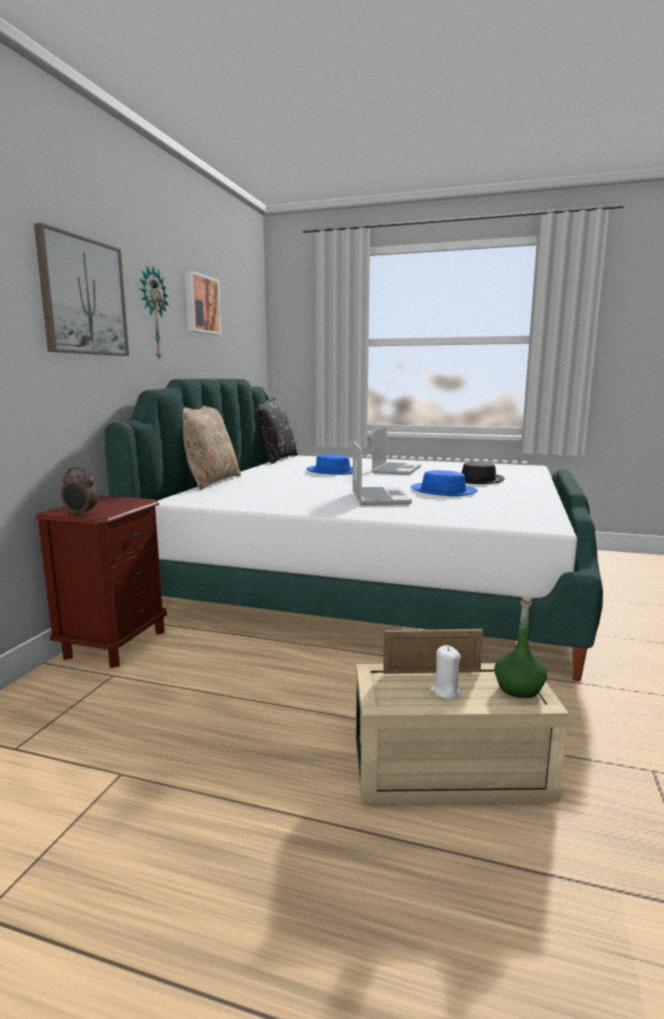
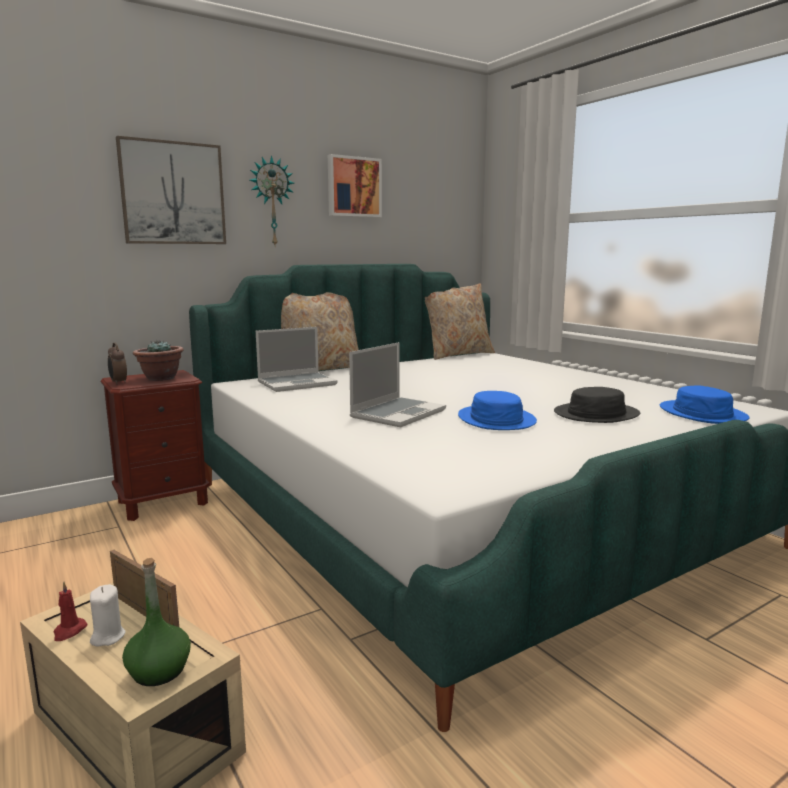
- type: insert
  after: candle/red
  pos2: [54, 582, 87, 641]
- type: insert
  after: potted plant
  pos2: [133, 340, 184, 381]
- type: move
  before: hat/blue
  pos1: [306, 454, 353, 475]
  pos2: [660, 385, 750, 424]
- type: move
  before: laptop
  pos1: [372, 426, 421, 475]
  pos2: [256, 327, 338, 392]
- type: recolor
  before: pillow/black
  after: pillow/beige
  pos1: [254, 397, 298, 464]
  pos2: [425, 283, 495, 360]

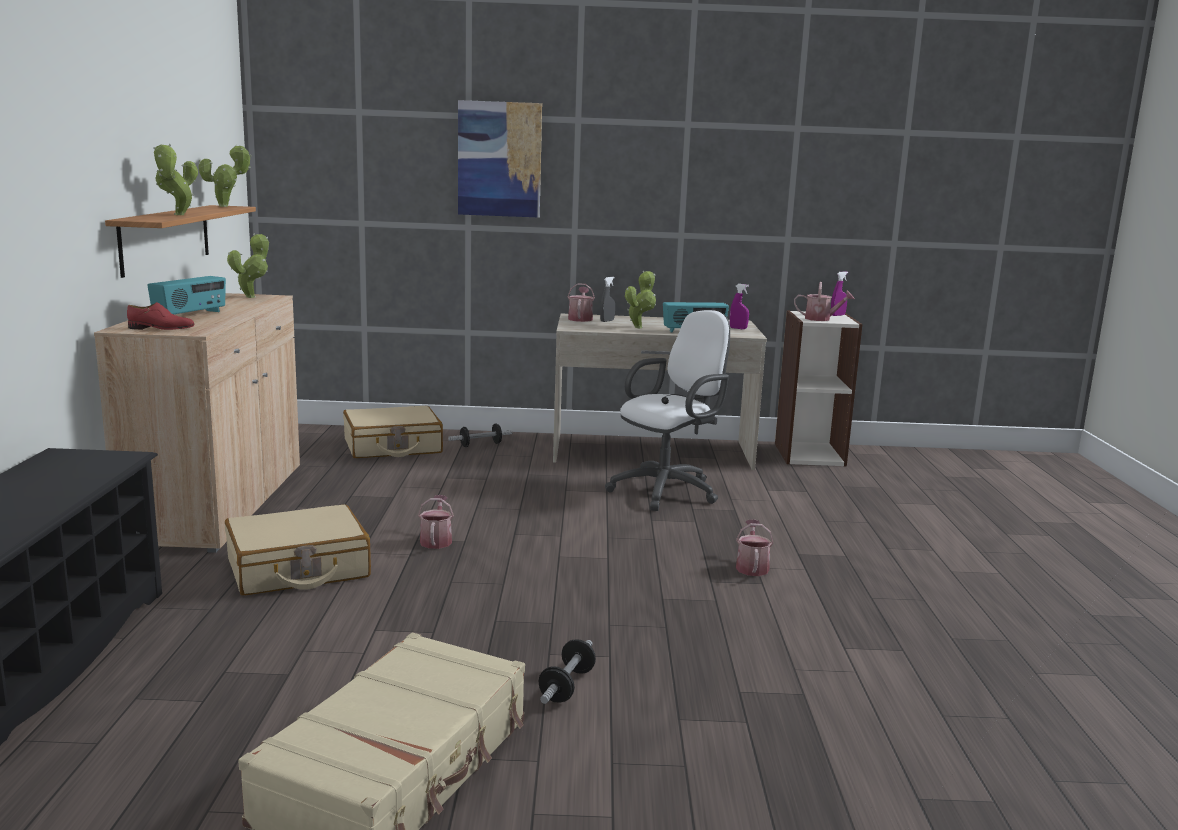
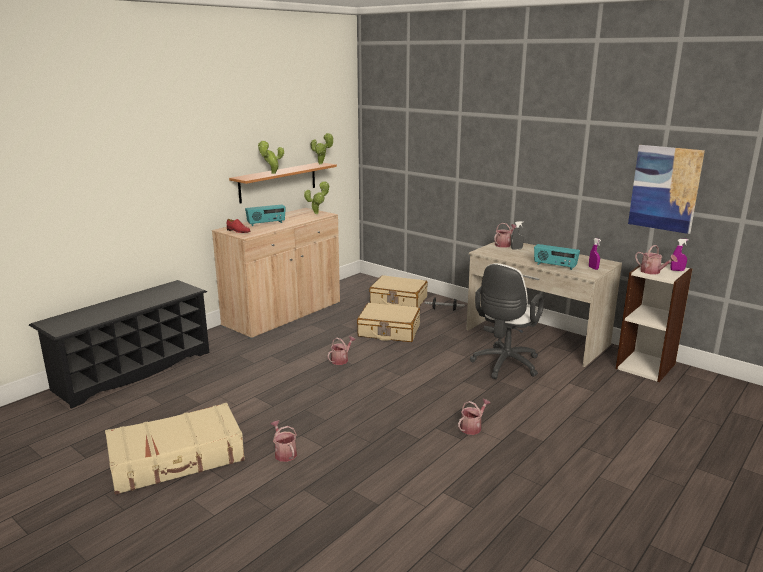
- type: delete
  before: potted plant
  pos1: [625, 270, 656, 328]
- type: move
  before: suitcase/beige
  pos1: [225, 504, 371, 596]
  pos2: [357, 303, 420, 342]
- type: move
  before: picture
  pos1: [458, 100, 542, 218]
  pos2: [628, 145, 705, 234]
- type: replace
  before: dumbbell
  after: watering can
  pos1: [539, 639, 596, 704]
  pos2: [270, 420, 297, 462]
- type: rotate
  before: office chair/white
  pos1: [605, 310, 730, 511]
  pos2: [470, 263, 544, 379]
  turn: 120

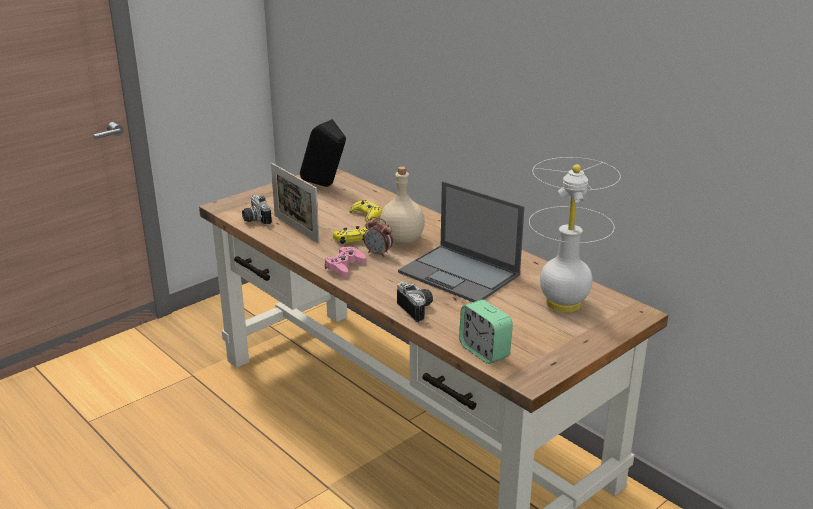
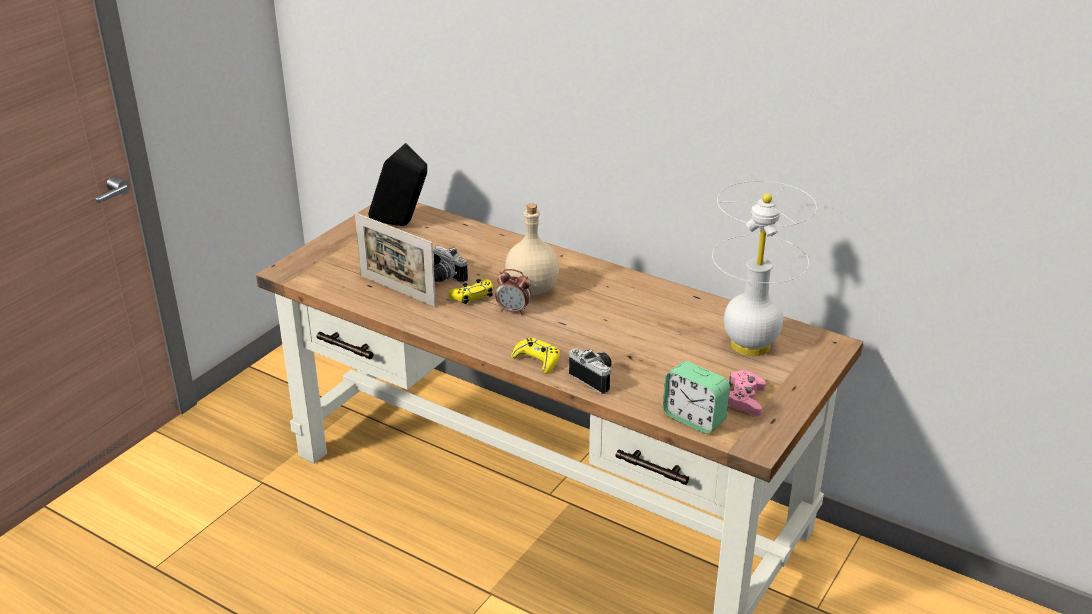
- type: delete
  before: laptop
  pos1: [398, 181, 525, 302]
- type: move
  before: photo camera
  pos1: [242, 195, 272, 225]
  pos2: [433, 246, 468, 283]
- type: move
  before: game controller/pink
  pos1: [325, 247, 366, 278]
  pos2: [728, 370, 766, 416]
- type: move
  before: game controller/yellow
  pos1: [350, 200, 382, 222]
  pos2: [511, 338, 560, 374]

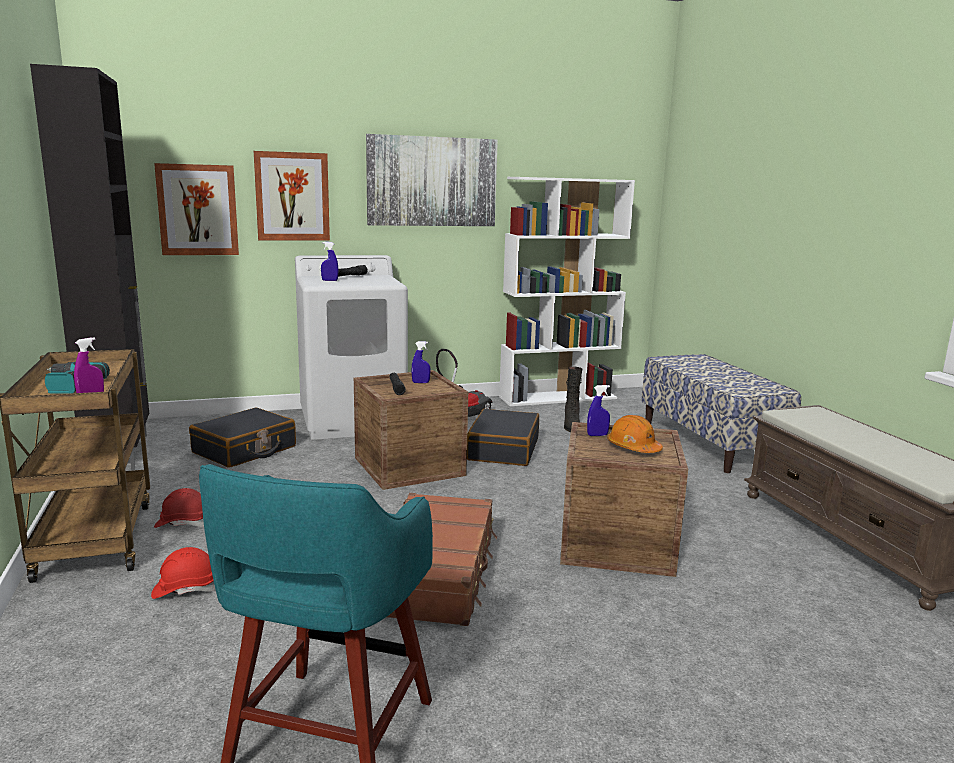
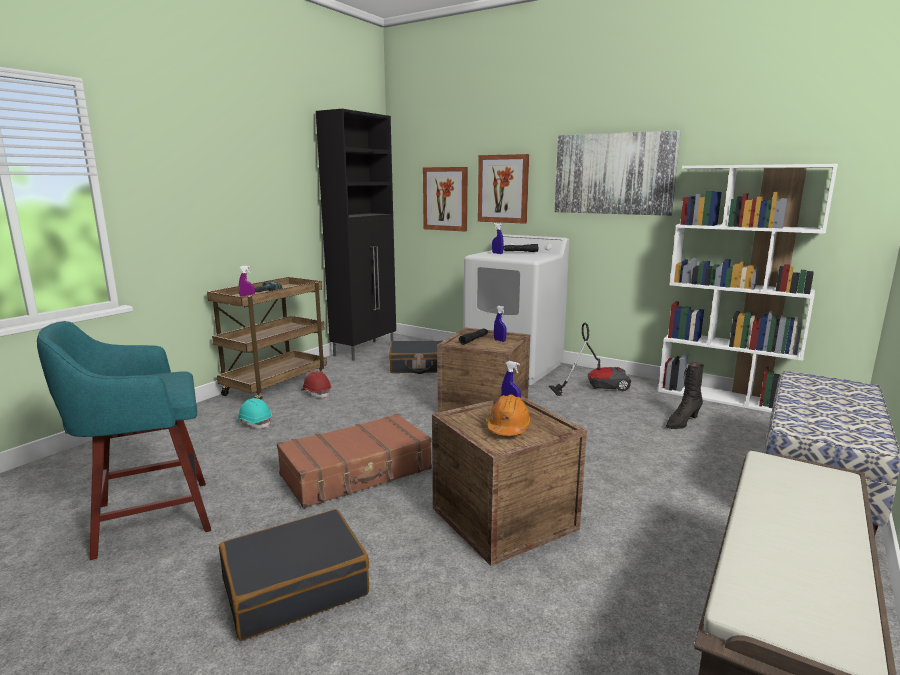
- type: move
  before: suitcase/black
  pos1: [467, 409, 539, 466]
  pos2: [219, 509, 369, 641]
- type: recolor
  before: hard hat/red
  after: hard hat/turquoise
  pos1: [151, 547, 215, 599]
  pos2: [237, 398, 272, 429]

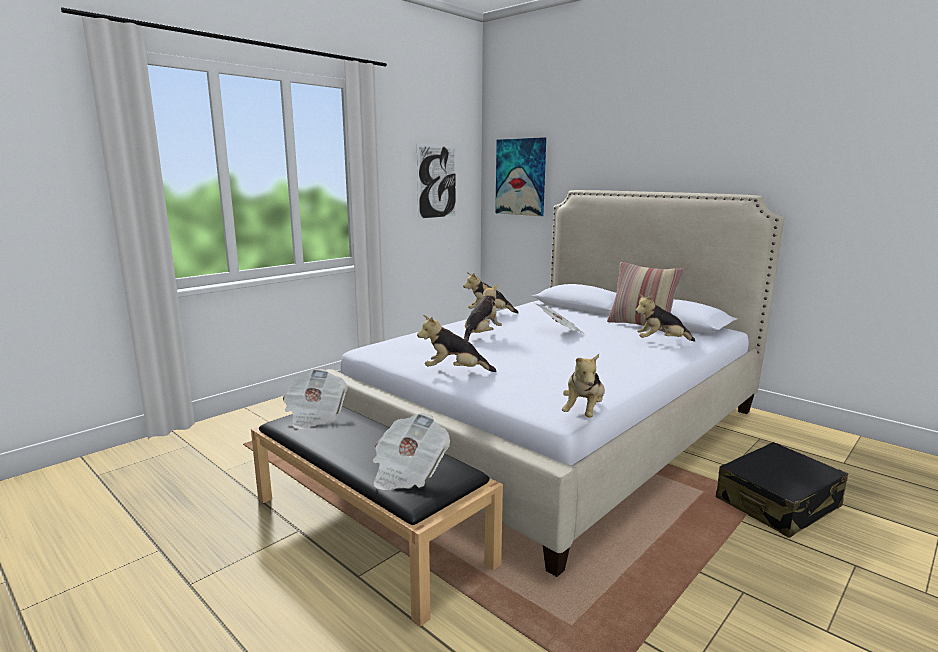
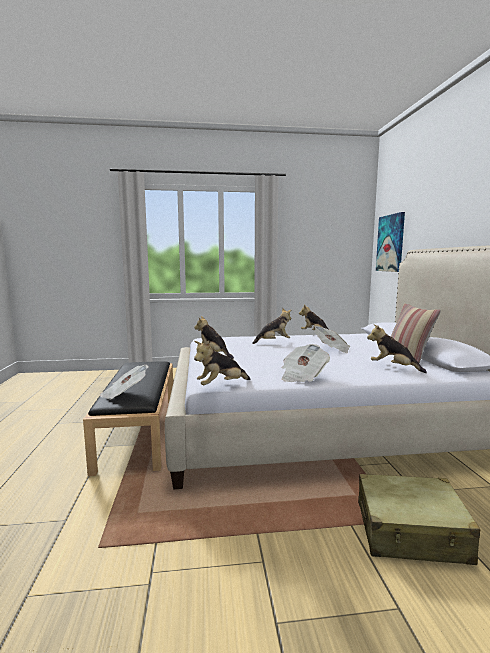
- type: delete
  before: picture
  pos1: [417, 144, 457, 220]
- type: move
  before: newspaper
  pos1: [283, 369, 348, 429]
  pos2: [281, 344, 330, 382]
- type: recolor
  before: suitcase/black
  after: suitcase/beige
  pos1: [716, 442, 848, 538]
  pos2: [358, 474, 480, 565]

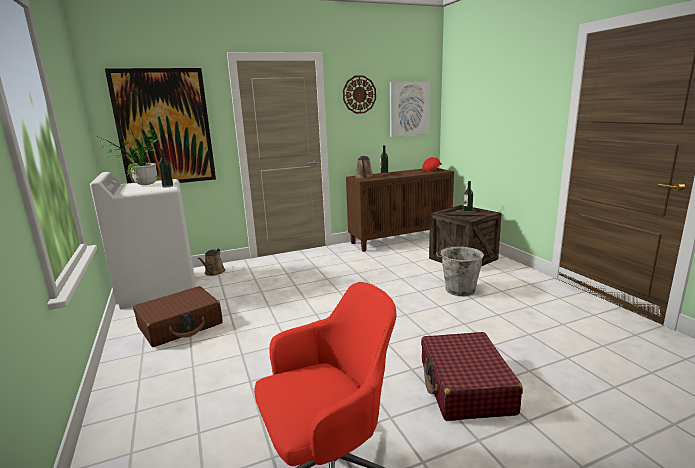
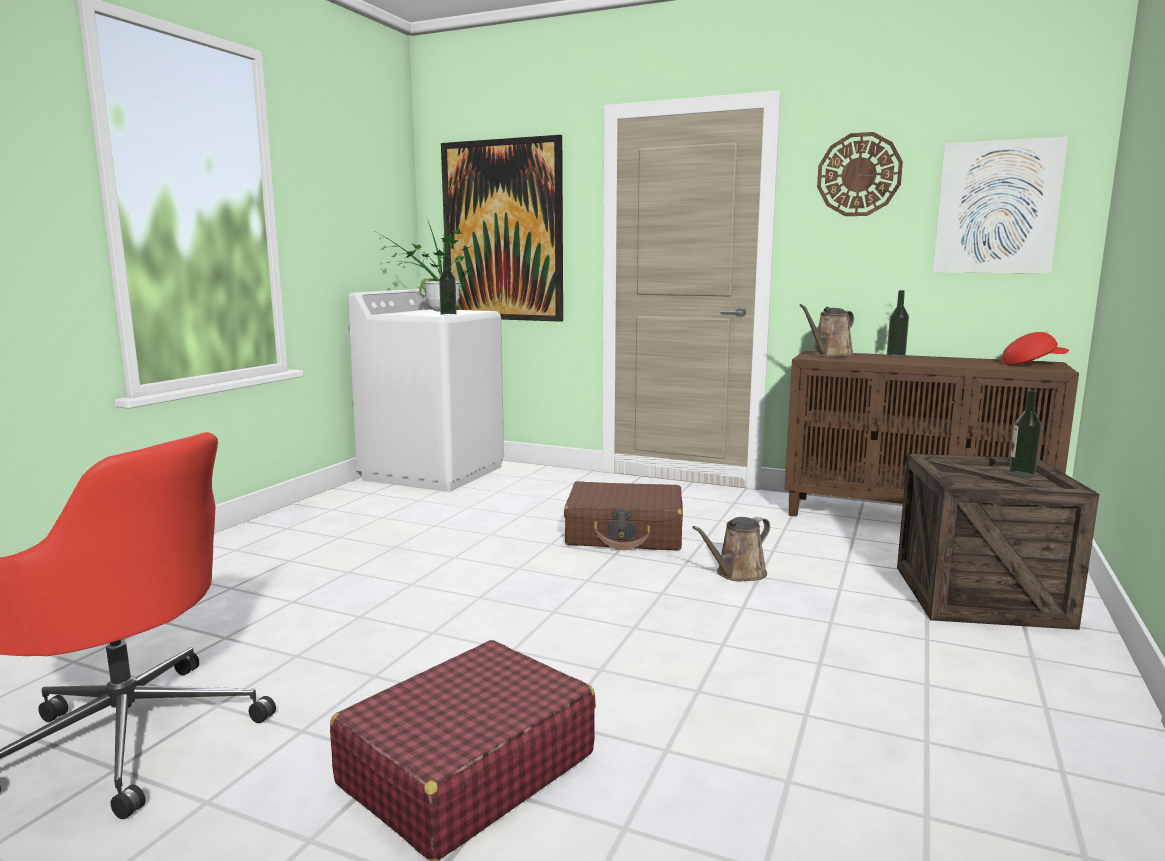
- type: delete
  before: bucket/grey
  pos1: [435, 246, 484, 296]
- type: move
  before: suitcase/brown
  pos1: [133, 286, 223, 347]
  pos2: [564, 481, 683, 551]
- type: move
  before: watering can/brown
  pos1: [198, 248, 225, 276]
  pos2: [692, 517, 770, 582]

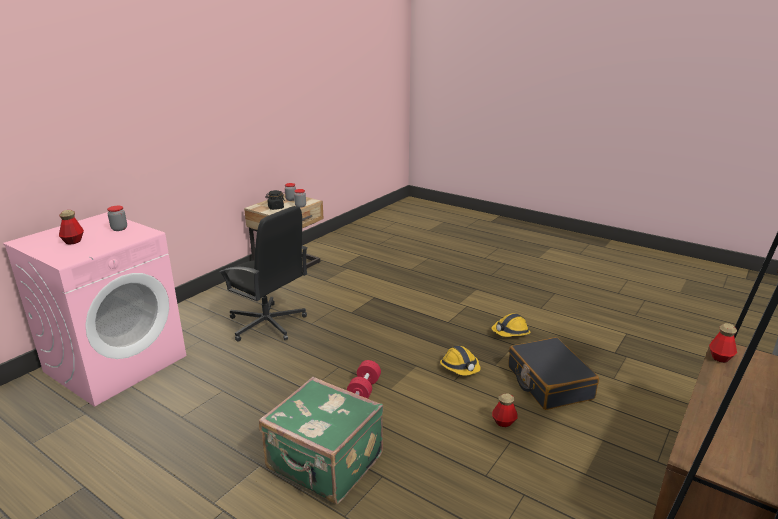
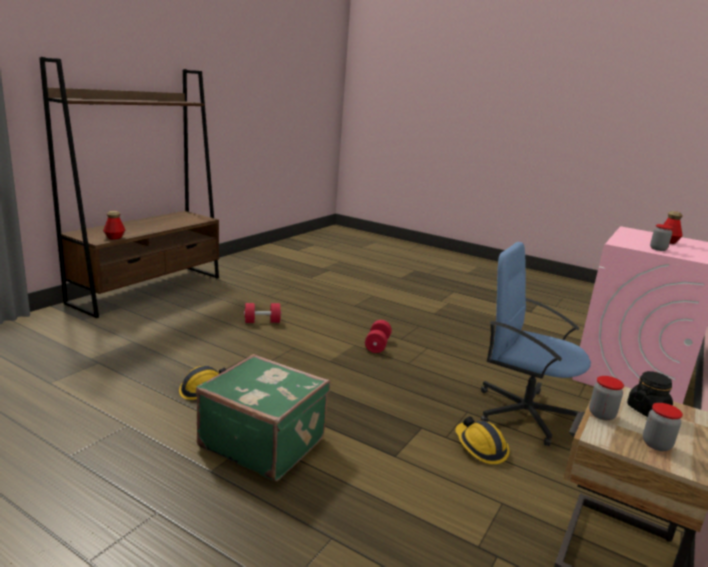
- type: delete
  before: suitcase/black
  pos1: [508, 337, 599, 410]
- type: move
  before: suitcase/green
  pos1: [259, 377, 384, 504]
  pos2: [196, 354, 330, 481]
- type: move
  before: hard hat
  pos1: [440, 346, 481, 376]
  pos2: [455, 416, 510, 464]
- type: replace
  before: bottle
  after: dumbbell/red
  pos1: [492, 393, 518, 427]
  pos2: [244, 303, 281, 323]
- type: recolor
  before: office chair/black
  after: office chair/blue
  pos1: [219, 206, 307, 342]
  pos2: [481, 242, 591, 446]

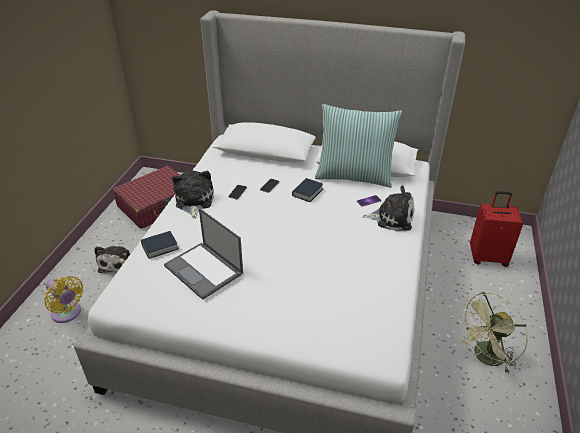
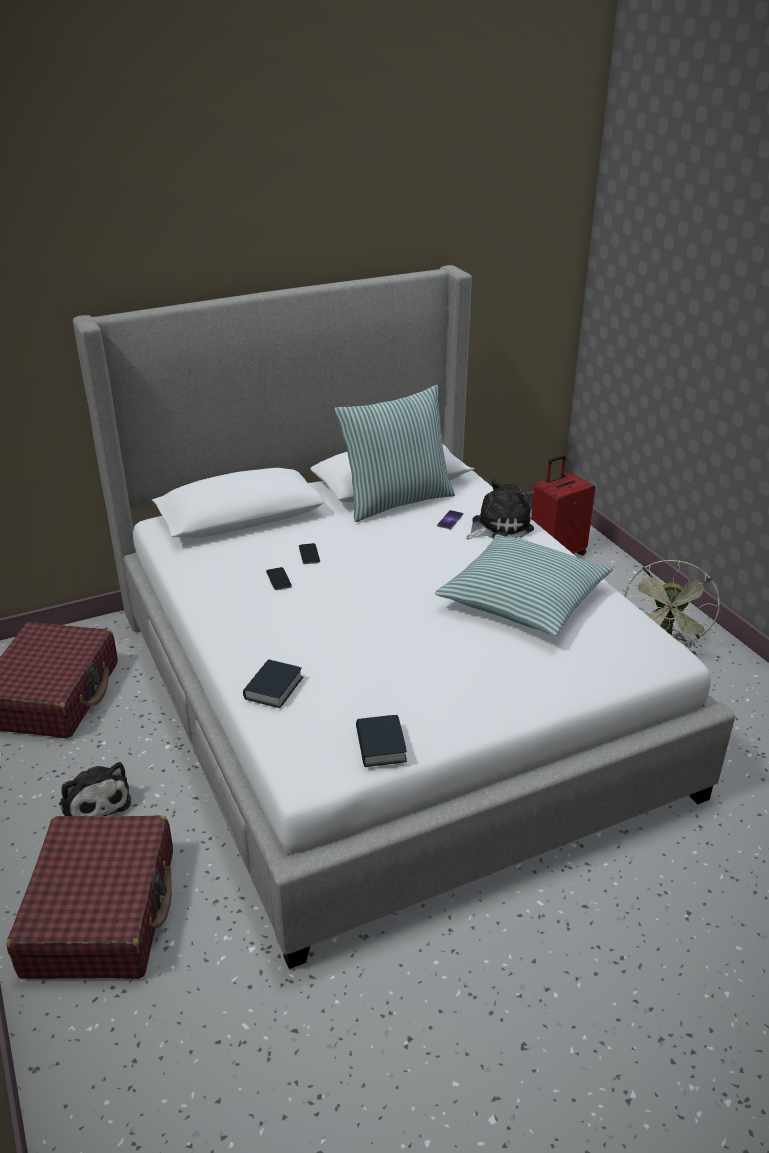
- type: delete
  before: laptop
  pos1: [164, 208, 243, 300]
- type: delete
  before: plush toy
  pos1: [172, 170, 214, 218]
- type: insert
  after: pillow
  pos2: [435, 534, 613, 636]
- type: move
  before: book
  pos1: [292, 178, 323, 202]
  pos2: [356, 715, 407, 767]
- type: replace
  before: fan/yellow
  after: suitcase/red
  pos1: [44, 276, 84, 323]
  pos2: [6, 815, 173, 979]

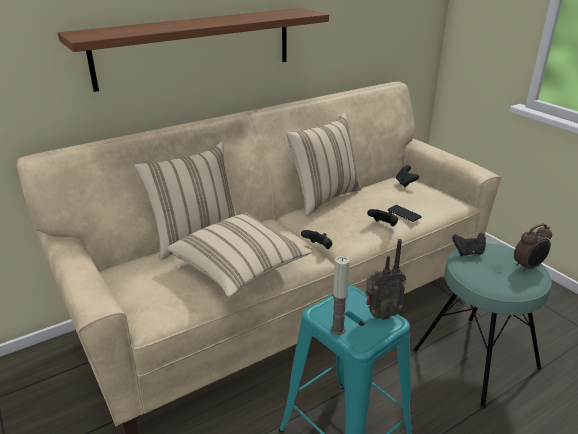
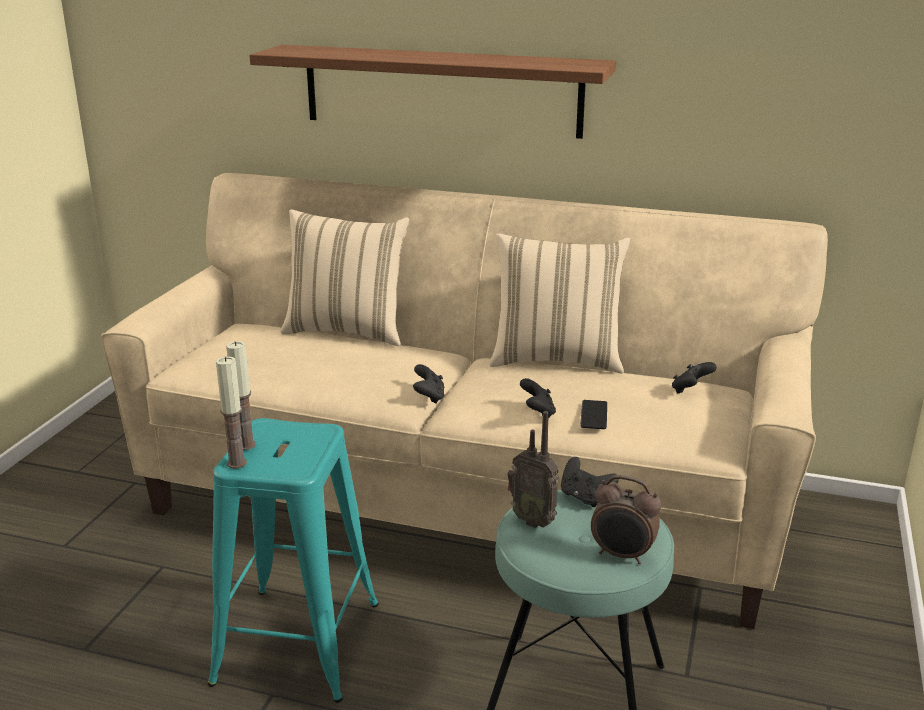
- type: delete
  before: pillow/beige
  pos1: [167, 213, 313, 297]
- type: insert
  after: candle
  pos2: [216, 356, 247, 468]
- type: move
  before: radio
  pos1: [366, 239, 406, 320]
  pos2: [508, 411, 559, 528]

